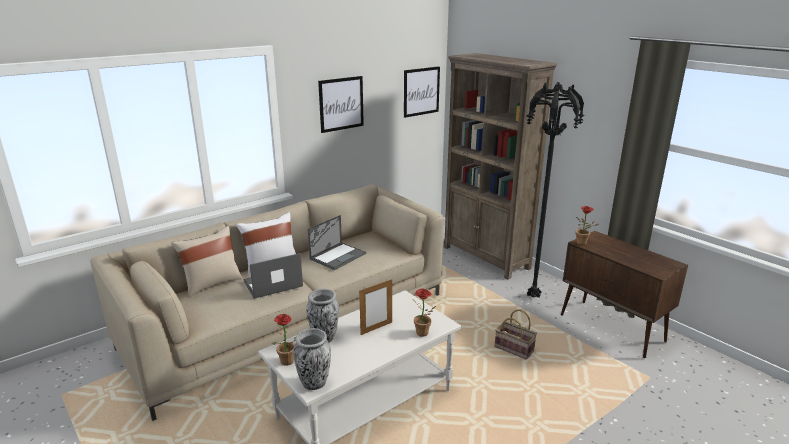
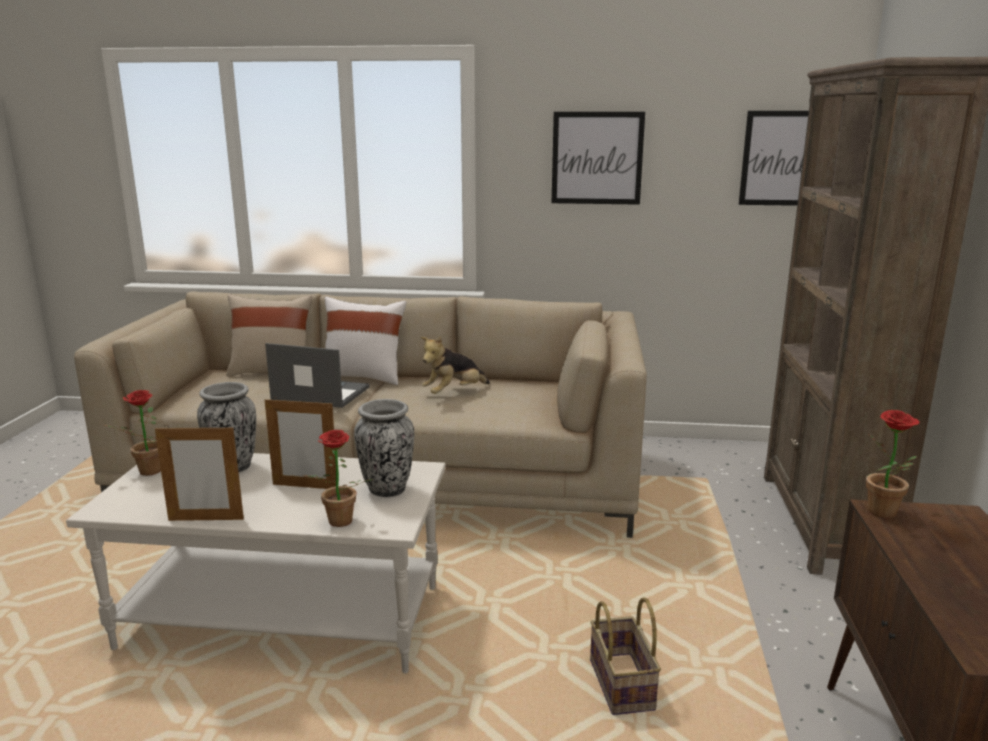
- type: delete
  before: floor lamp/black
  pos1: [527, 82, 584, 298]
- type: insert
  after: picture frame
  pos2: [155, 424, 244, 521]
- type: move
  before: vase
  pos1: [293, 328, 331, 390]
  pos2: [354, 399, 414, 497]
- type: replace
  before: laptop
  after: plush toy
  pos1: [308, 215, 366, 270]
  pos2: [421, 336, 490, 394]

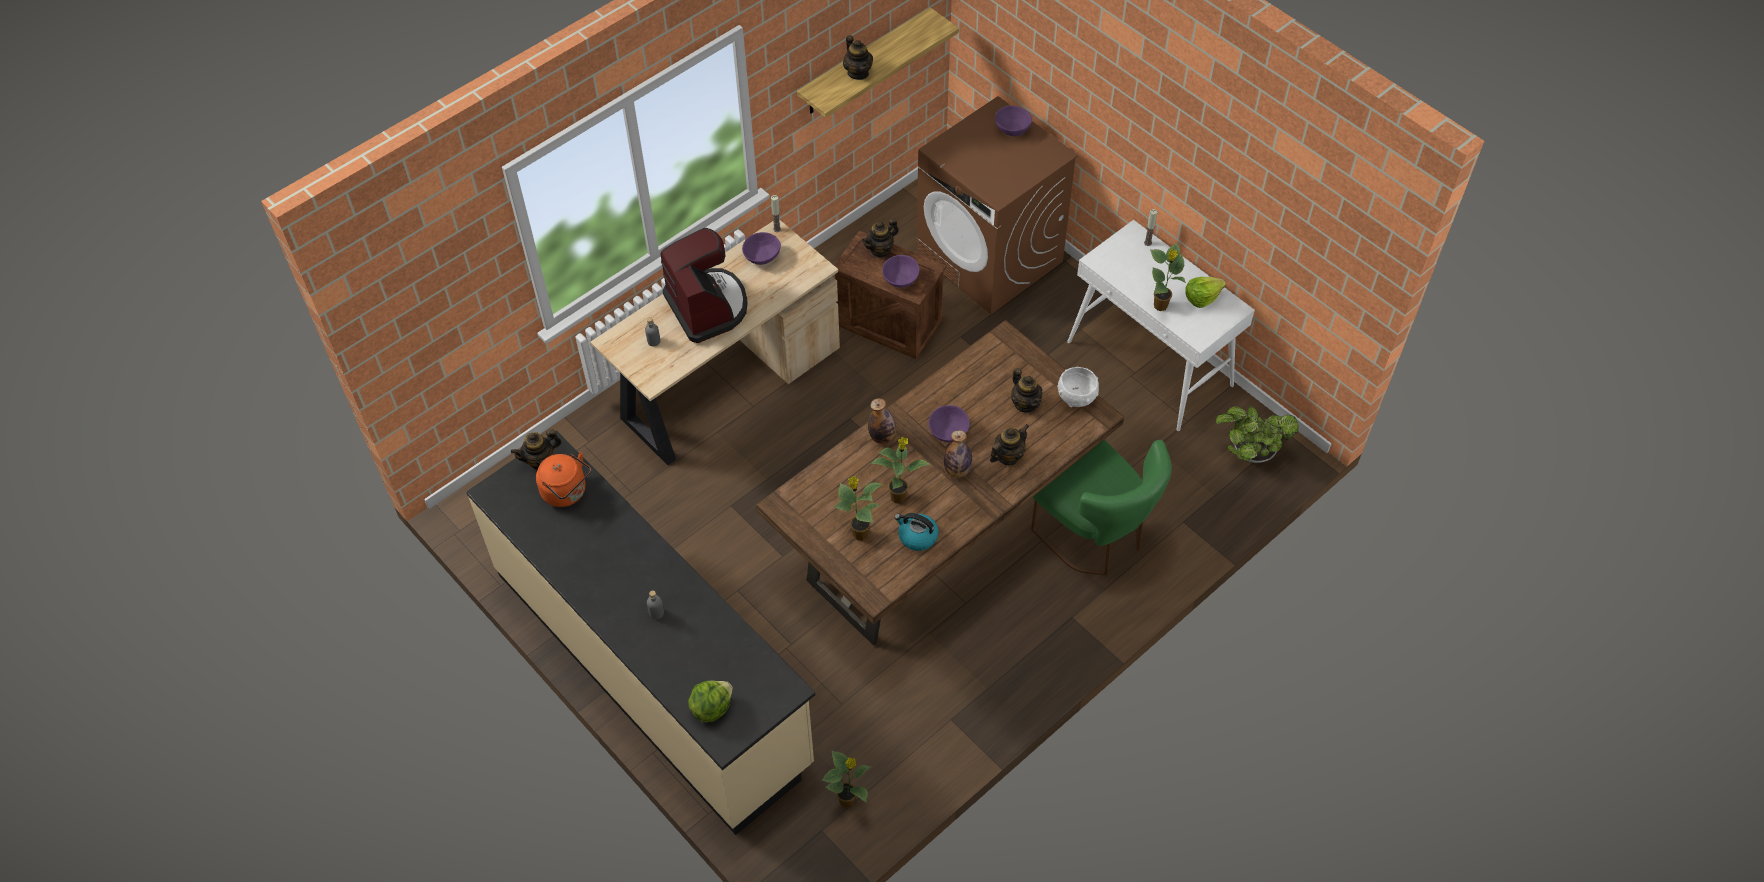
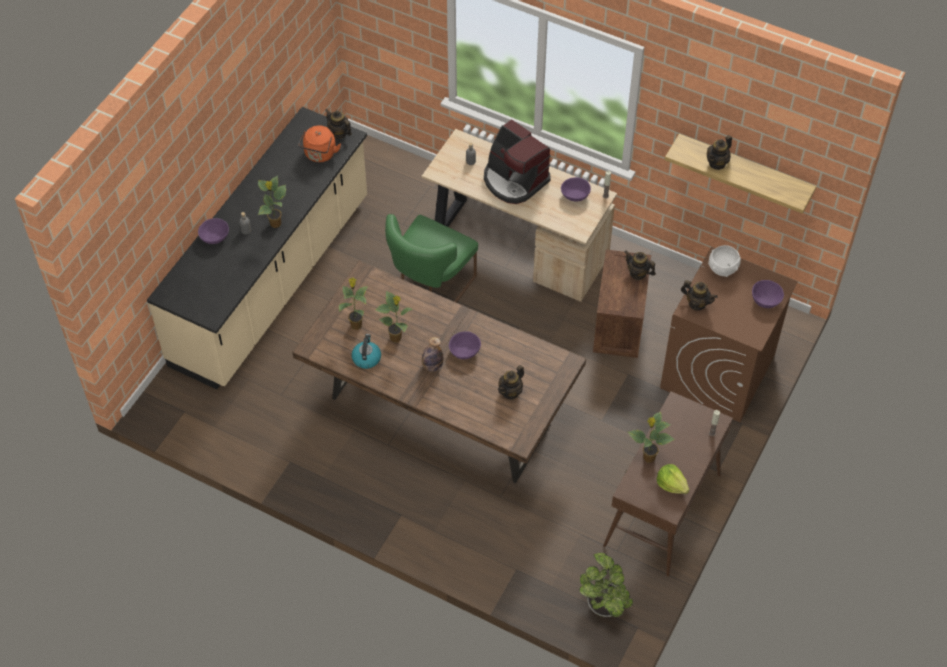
- type: delete
  before: lettuce
  pos1: [688, 681, 733, 722]
- type: delete
  before: bottle
  pos1: [868, 398, 896, 444]
- type: move
  before: potted plant
  pos1: [821, 750, 871, 808]
  pos2: [258, 175, 286, 228]
- type: move
  before: bowl/purple
  pos1: [882, 255, 920, 288]
  pos2: [198, 218, 229, 244]
- type: move
  before: teapot
  pos1: [990, 424, 1029, 465]
  pos2: [681, 280, 717, 310]
- type: move
  before: chair/green
  pos1: [1031, 440, 1172, 575]
  pos2: [385, 214, 478, 303]
- type: move
  before: bowl/white
  pos1: [1057, 367, 1099, 407]
  pos2: [708, 245, 741, 277]
- type: recolor
  before: console table/white
  after: console table/brown
  pos1: [1067, 220, 1255, 431]
  pos2: [603, 391, 733, 576]
- type: rotate
  before: coffee machine
  pos1: [660, 228, 748, 343]
  pos2: [484, 119, 551, 204]
  turn: 90

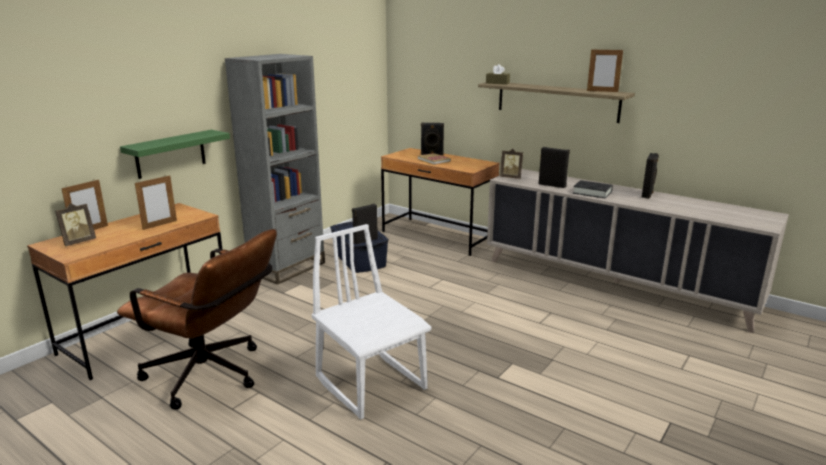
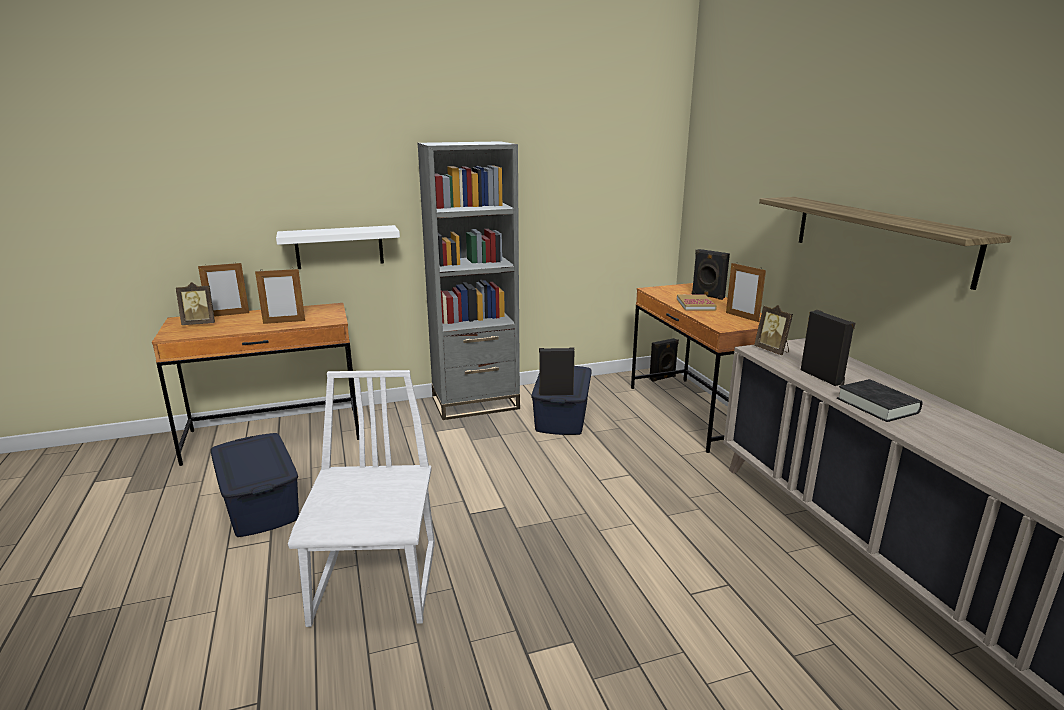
- type: delete
  before: tissue box/brown
  pos1: [486, 64, 510, 85]
- type: move
  before: picture frame
  pos1: [587, 49, 623, 92]
  pos2: [726, 262, 766, 322]
- type: move
  before: speaker/black
  pos1: [642, 153, 659, 199]
  pos2: [649, 338, 679, 382]
- type: replace
  before: office chair/brown
  after: storage box/blue
  pos1: [117, 229, 277, 410]
  pos2: [211, 433, 299, 537]
- type: recolor
  before: shelf/green
  after: shelf/white
  pos1: [120, 130, 230, 179]
  pos2: [276, 225, 400, 269]

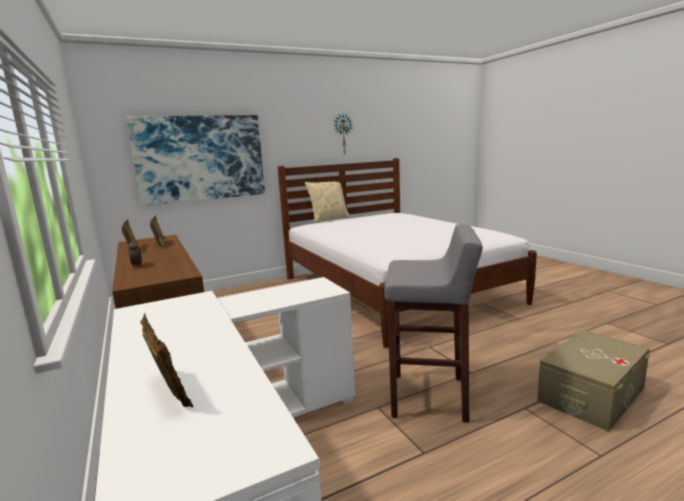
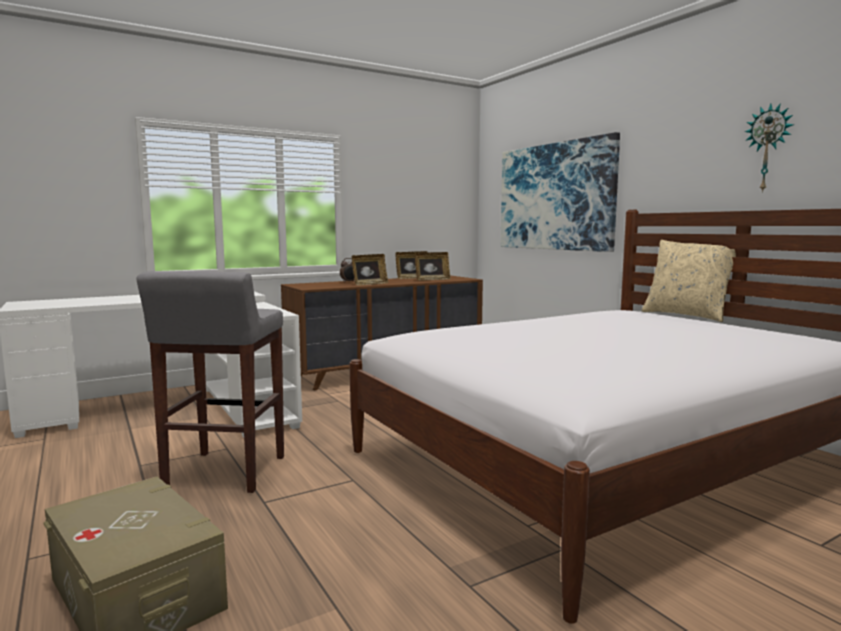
- type: move
  before: picture frame
  pos1: [140, 313, 194, 407]
  pos2: [352, 254, 389, 285]

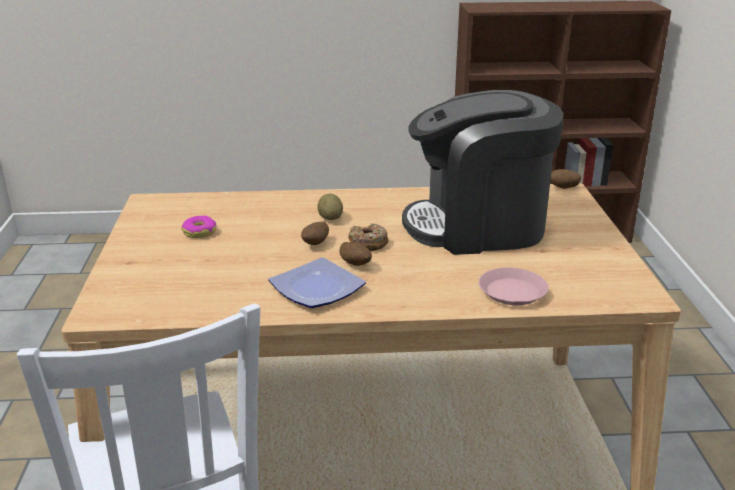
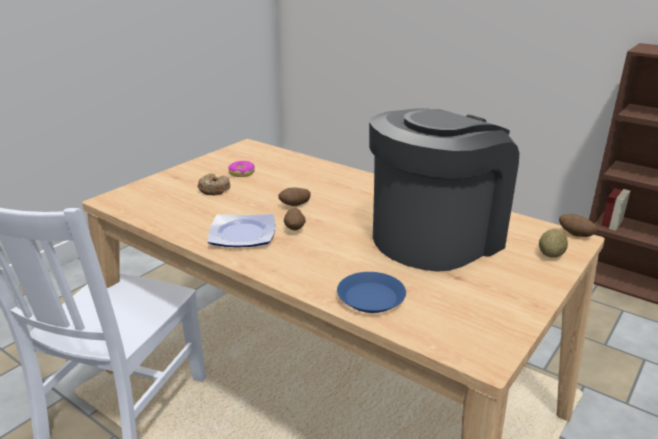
- type: move
  before: potato
  pos1: [317, 194, 343, 220]
  pos2: [539, 229, 568, 258]
- type: move
  before: donut
  pos1: [348, 223, 389, 251]
  pos2: [198, 173, 230, 195]
- type: recolor
  before: plate/pink
  after: plate/blue
  pos1: [479, 267, 549, 305]
  pos2: [337, 272, 406, 313]
- type: rotate
  before: coffee machine
  pos1: [402, 90, 564, 255]
  pos2: [369, 108, 519, 272]
  turn: 105

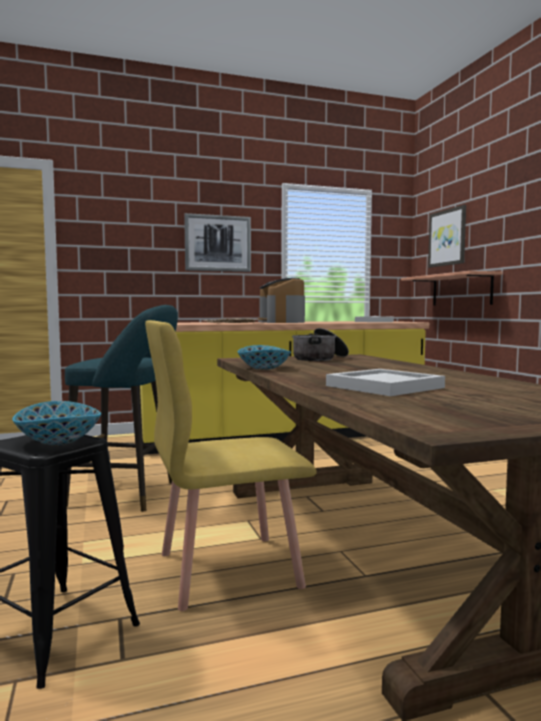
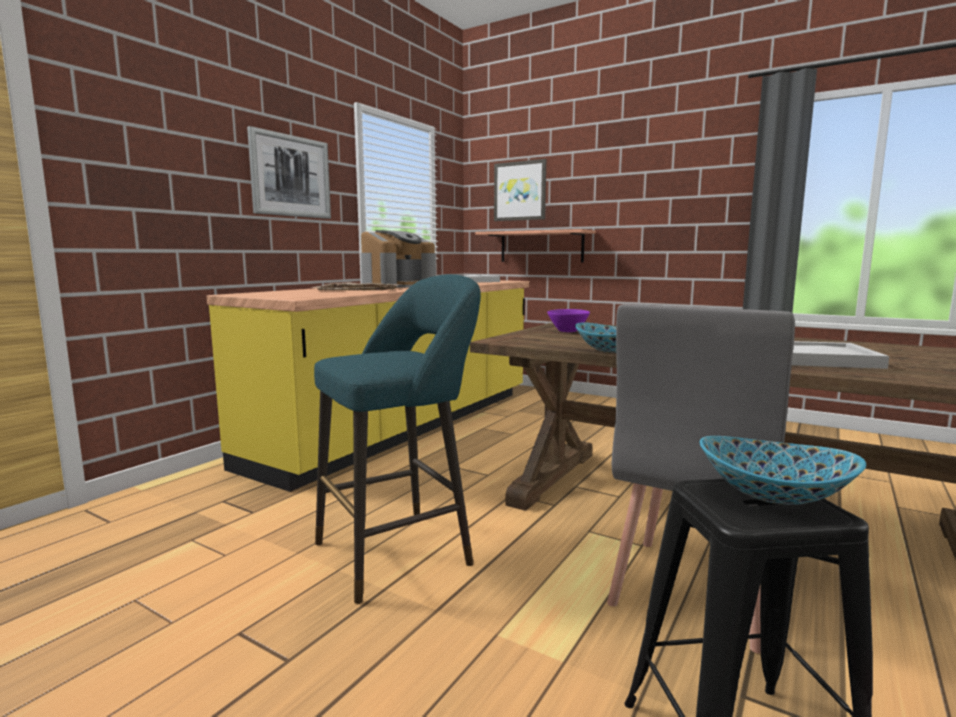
- type: replace
  before: cooking pot
  after: bowl/purple
  pos1: [292, 328, 349, 361]
  pos2: [547, 309, 590, 332]
- type: recolor
  before: chair/yellow
  after: chair/grey
  pos1: [145, 320, 317, 611]
  pos2: [607, 304, 795, 654]
- type: rotate
  before: coffee machine
  pos1: [258, 278, 305, 323]
  pos2: [361, 230, 436, 288]
  turn: -90

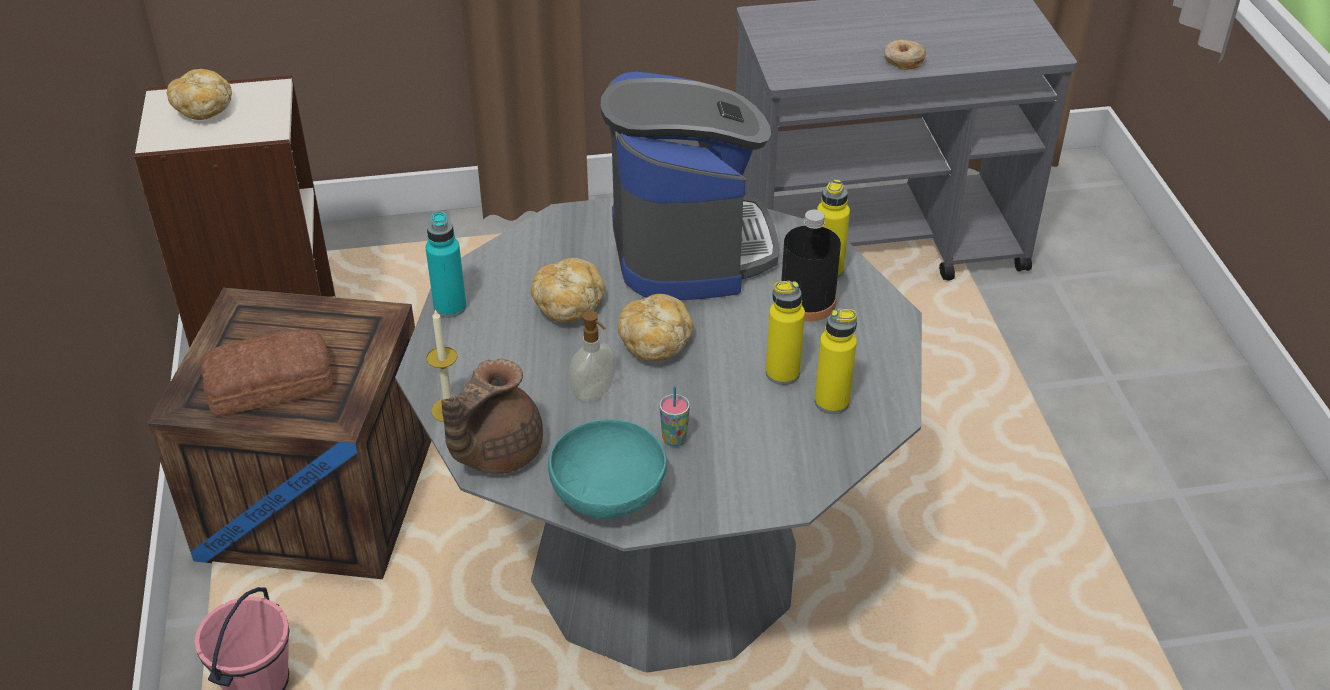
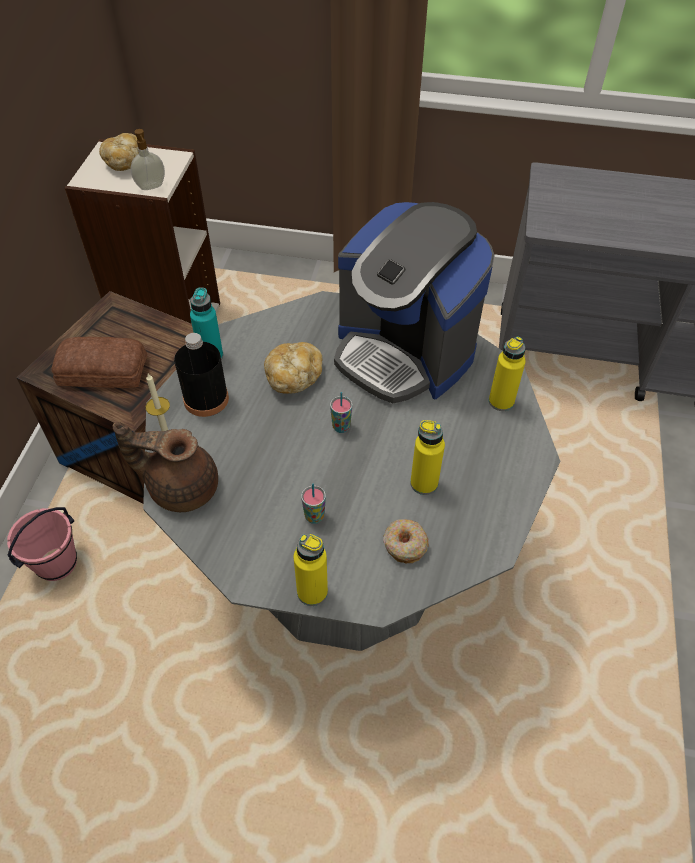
- type: delete
  before: bowl/turquoise
  pos1: [548, 419, 667, 519]
- type: move
  before: soap dispenser
  pos1: [569, 311, 616, 403]
  pos2: [131, 129, 165, 190]
- type: move
  before: bottle/black
  pos1: [781, 210, 841, 322]
  pos2: [174, 333, 229, 417]
- type: move
  before: bottle/yellow
  pos1: [815, 309, 857, 414]
  pos2: [294, 534, 328, 606]
- type: move
  before: donut
  pos1: [884, 40, 927, 70]
  pos2: [383, 519, 429, 563]
- type: replace
  before: bread
  after: cup
  pos1: [617, 294, 693, 361]
  pos2: [330, 392, 353, 433]
- type: rotate
  before: teapot/brown
  pos1: [441, 359, 543, 474]
  pos2: [112, 422, 218, 512]
  turn: 45
- type: rotate
  before: coffee machine
  pos1: [601, 71, 779, 300]
  pos2: [334, 202, 494, 403]
  turn: 120

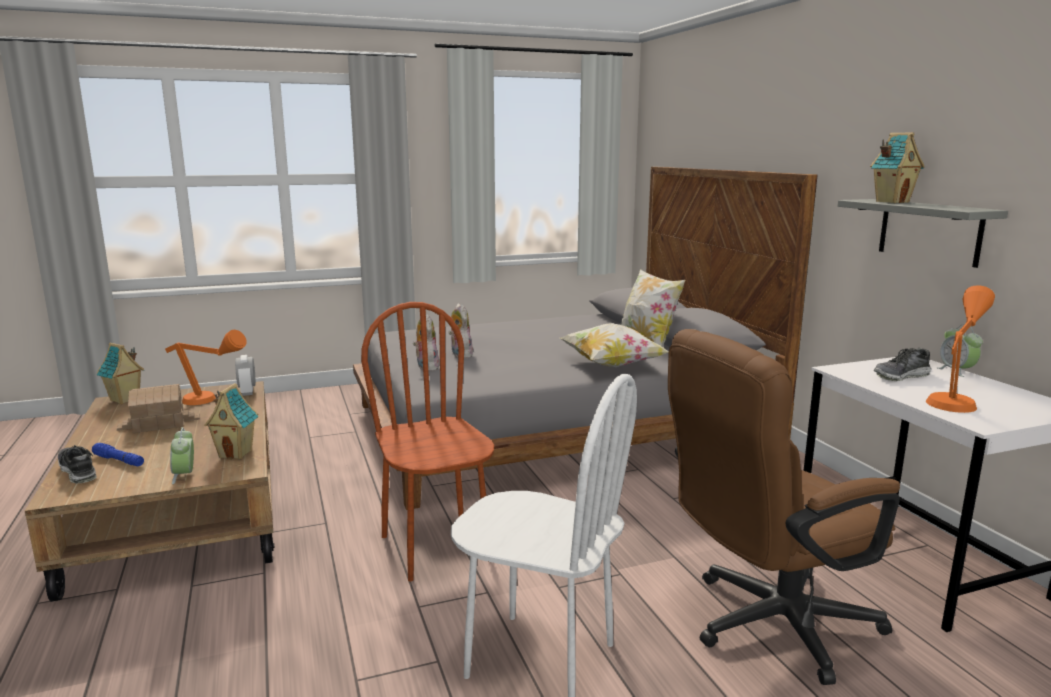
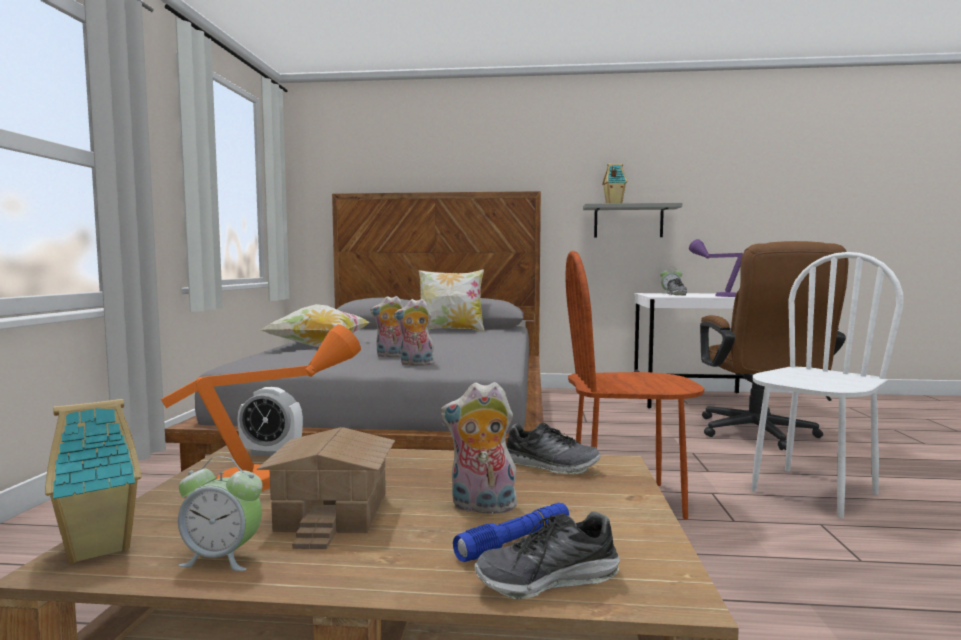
- type: insert
  after: plush toy
  pos2: [441, 382, 521, 513]
- type: move
  before: alarm clock
  pos1: [170, 427, 194, 484]
  pos2: [178, 457, 263, 571]
- type: move
  before: pillow
  pos1: [560, 323, 669, 367]
  pos2: [260, 304, 370, 347]
- type: replace
  before: toy house
  after: shoe
  pos1: [204, 383, 259, 459]
  pos2: [506, 423, 600, 474]
- type: recolor
  before: table lamp/orange
  after: table lamp/purple
  pos1: [926, 285, 995, 413]
  pos2: [689, 239, 743, 297]

